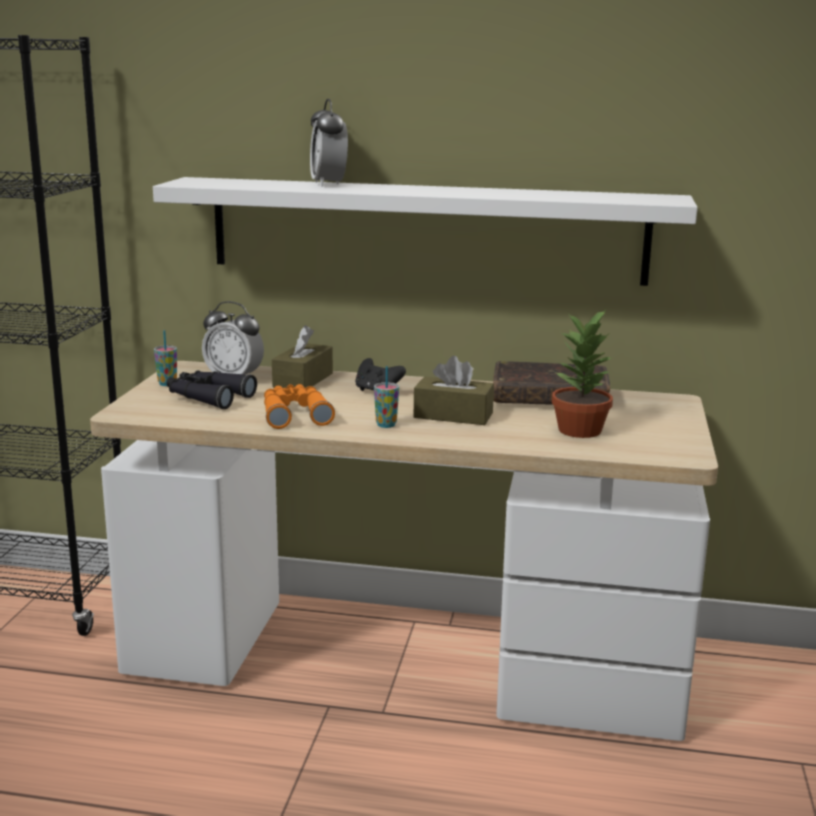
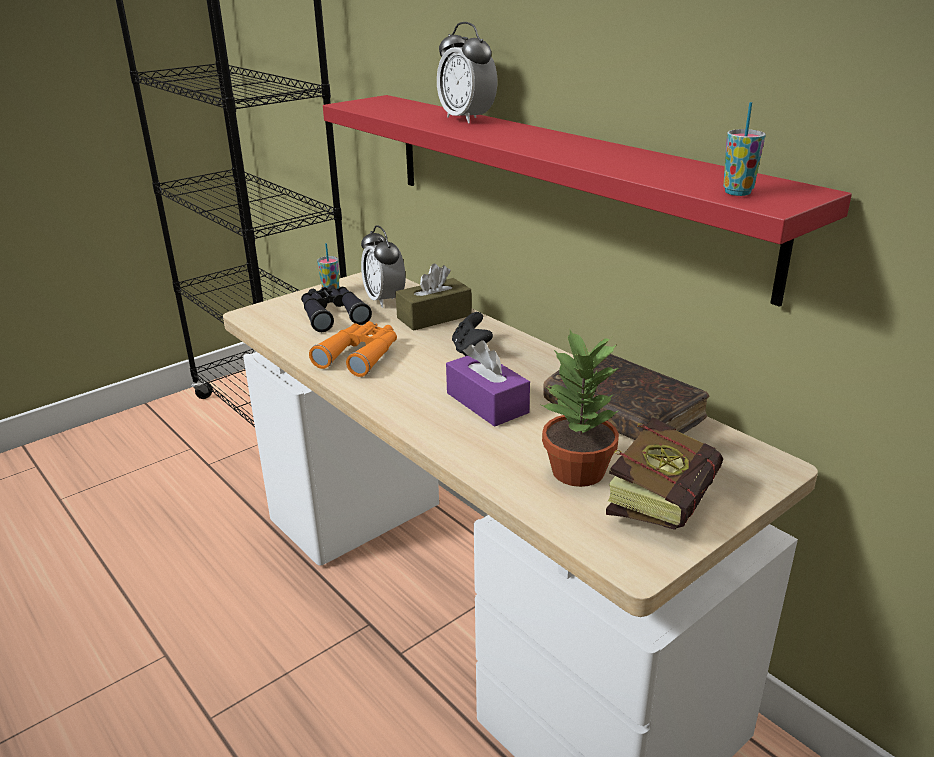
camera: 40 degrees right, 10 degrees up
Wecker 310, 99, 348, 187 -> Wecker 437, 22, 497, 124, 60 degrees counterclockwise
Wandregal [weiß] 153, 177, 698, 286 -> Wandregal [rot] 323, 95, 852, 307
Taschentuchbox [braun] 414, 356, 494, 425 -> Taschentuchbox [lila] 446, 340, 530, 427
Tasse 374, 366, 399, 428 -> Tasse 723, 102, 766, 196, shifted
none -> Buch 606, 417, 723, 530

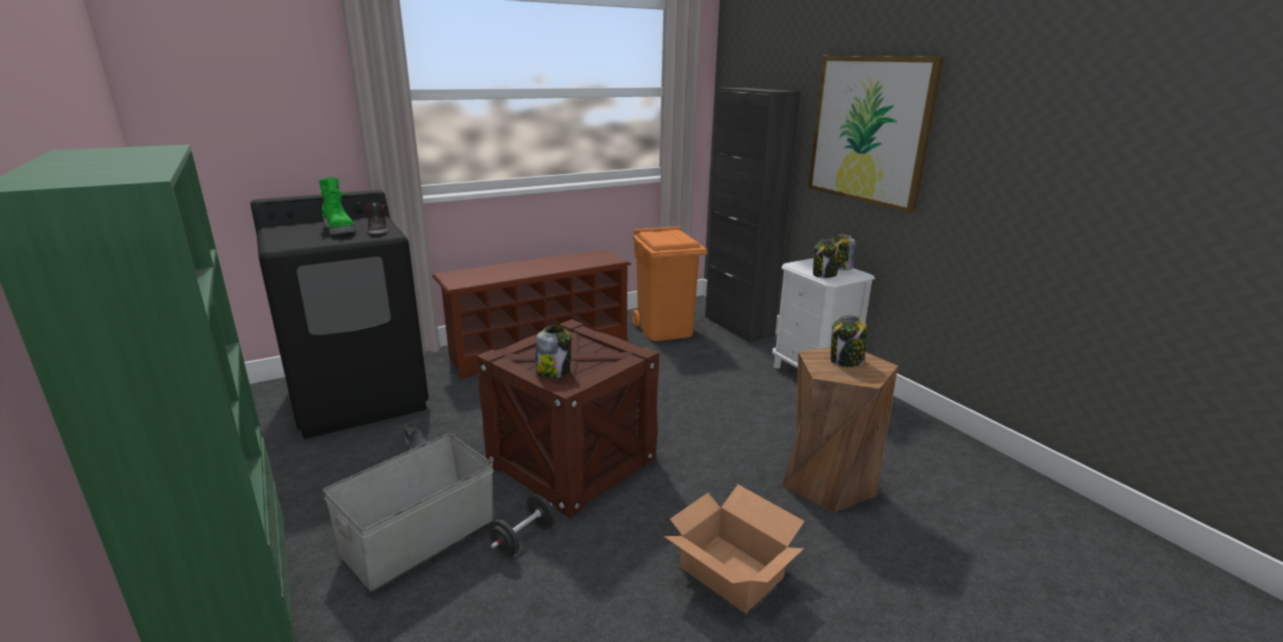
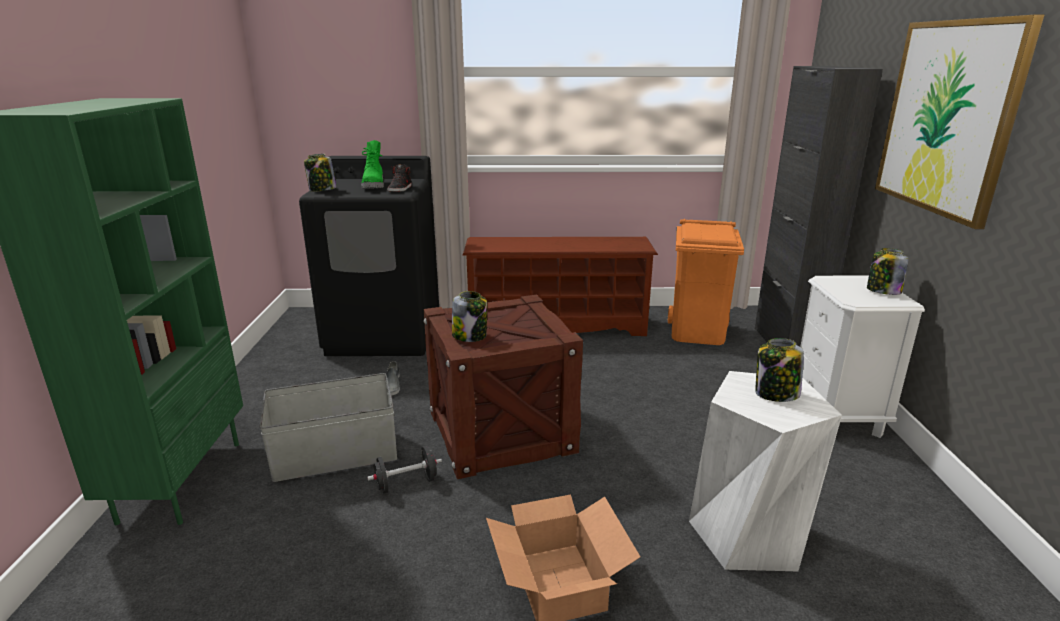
camera: 30 degrees right, 0 degrees up
Vorratsglas 813, 239, 839, 278 -> Vorratsglas 304, 154, 337, 192, shifted
Hocker [braun] 782, 347, 898, 513 -> Hocker [weiß] 689, 371, 842, 571

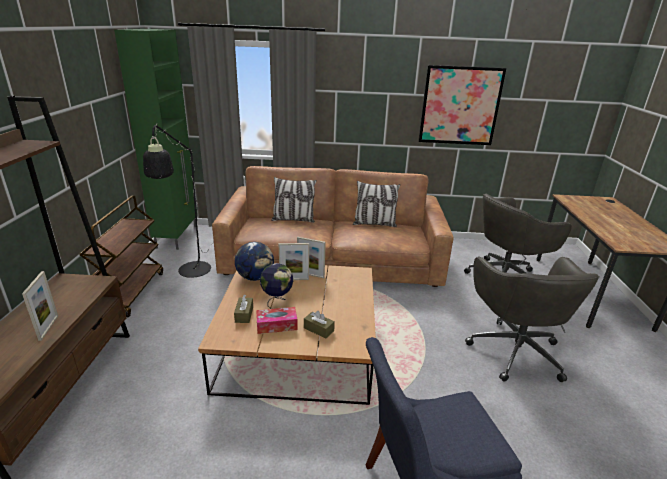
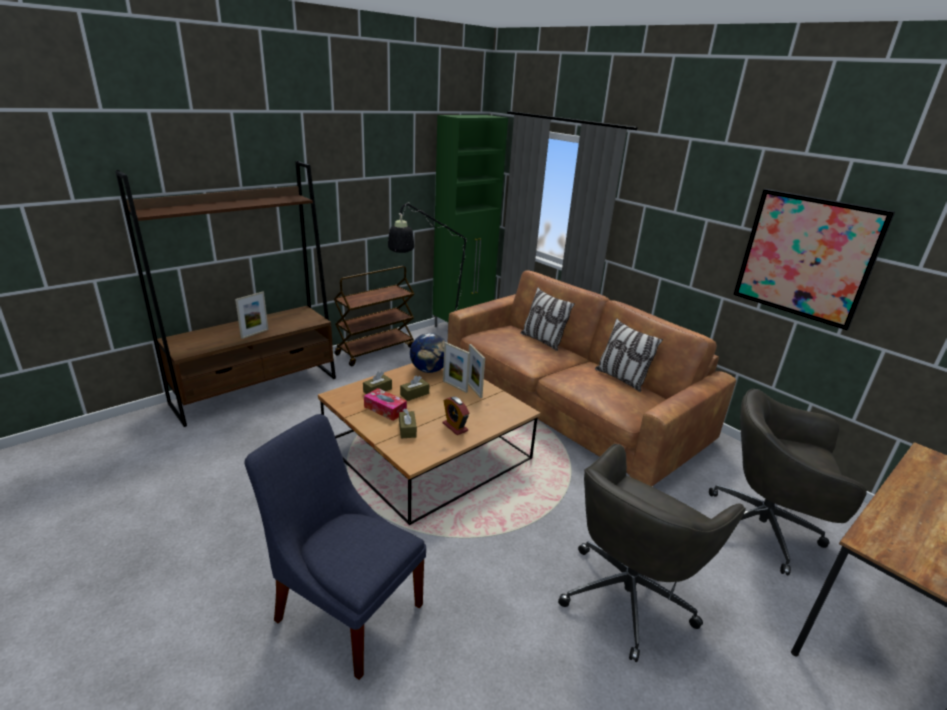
camera: 45 degrees right, 0 degrees up
Globus 260, 263, 293, 309 -> Taschentuchbox [braun] 400, 376, 429, 401
none -> Wecker 442, 397, 469, 435

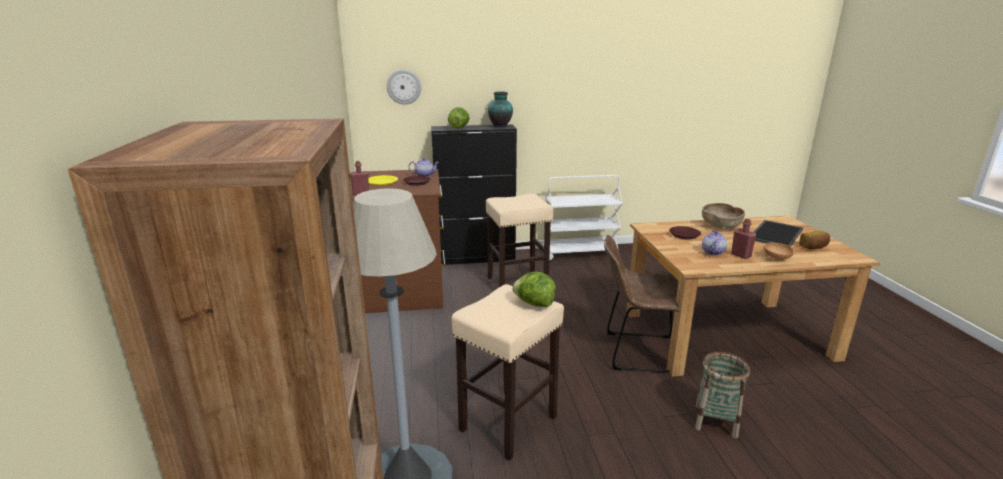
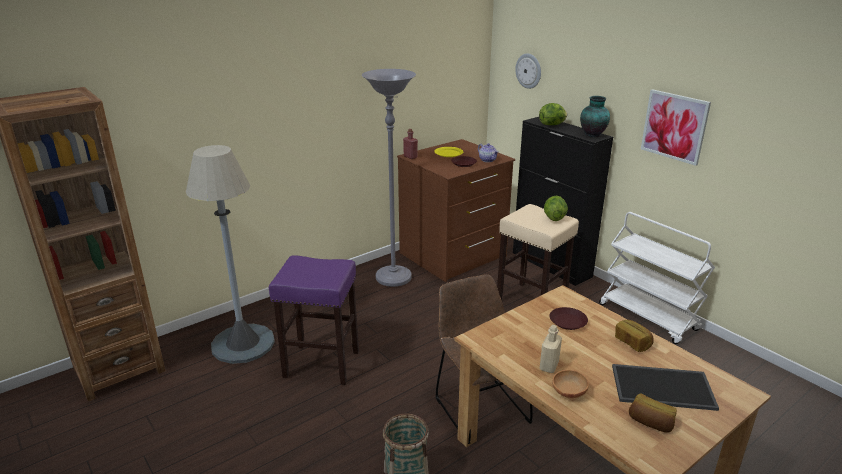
camera: 60 degrees right, 5 degrees up
Schüssel [braun] 702, 203, 745, 229 -> Brot 615, 320, 654, 352
Flasche [rot] 731, 219, 756, 259 -> Flasche [beige] 540, 325, 562, 373
Teekanne 702, 230, 727, 255 -> none
Salatkopf 512, 272, 556, 307 -> Salatkopf 544, 196, 568, 221, shifted
Hocker [beige] 451, 284, 564, 461 -> Hocker [lila] 269, 255, 359, 385
none -> Stehlampe [grau] 362, 69, 416, 287
none -> Bild 641, 89, 711, 166

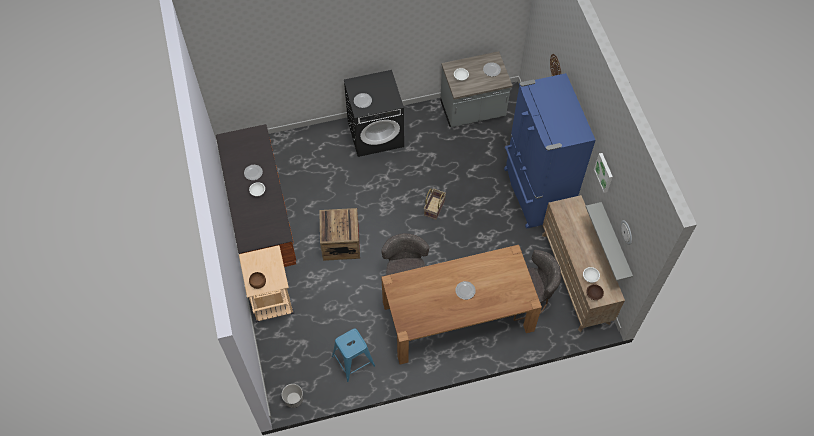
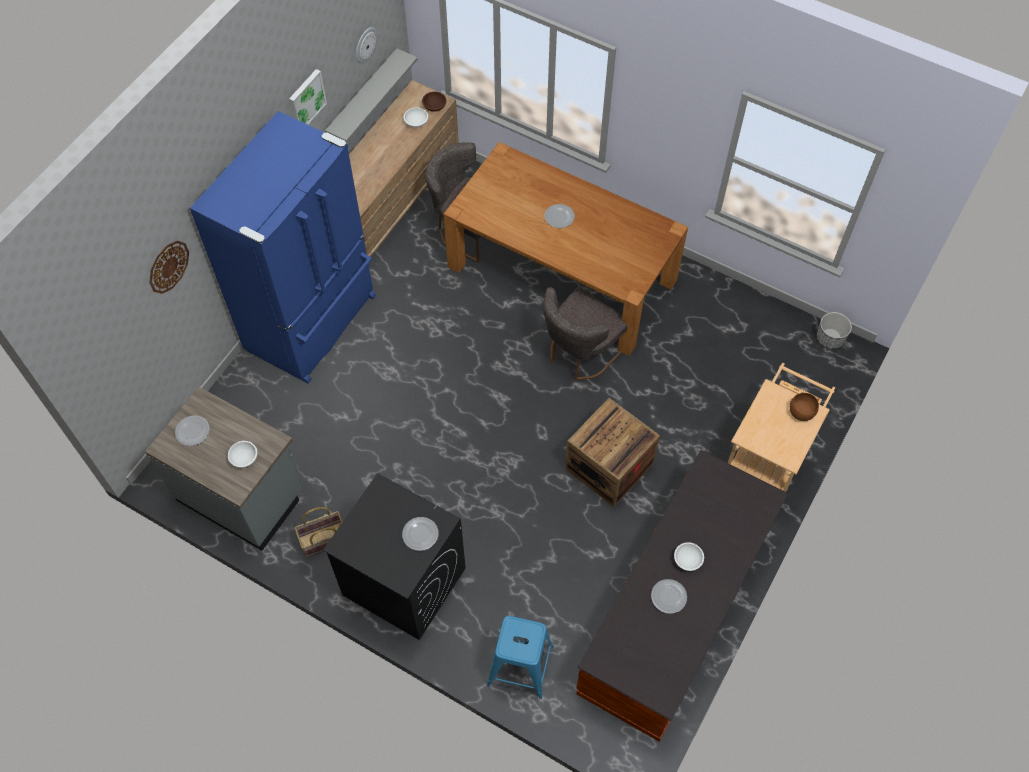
camera: 135 degrees left, 0 degrees up
Korb 424, 189, 446, 220 -> Korb 295, 507, 343, 558, shifted
Hocker [blau] 332, 328, 375, 382 -> Hocker [blau] 487, 616, 554, 699, shifted

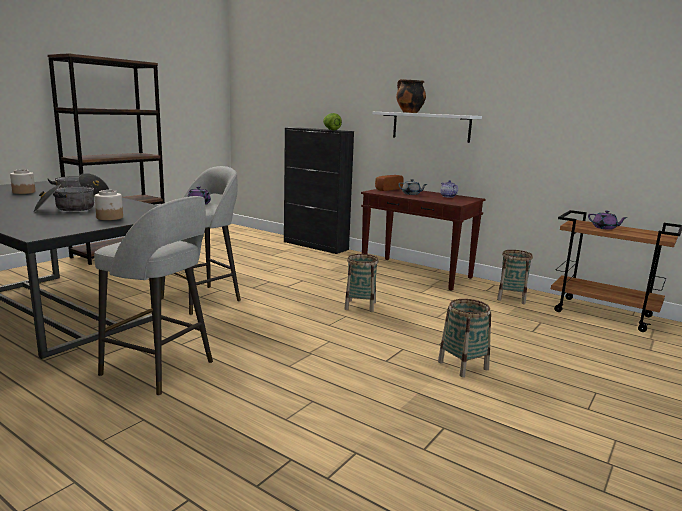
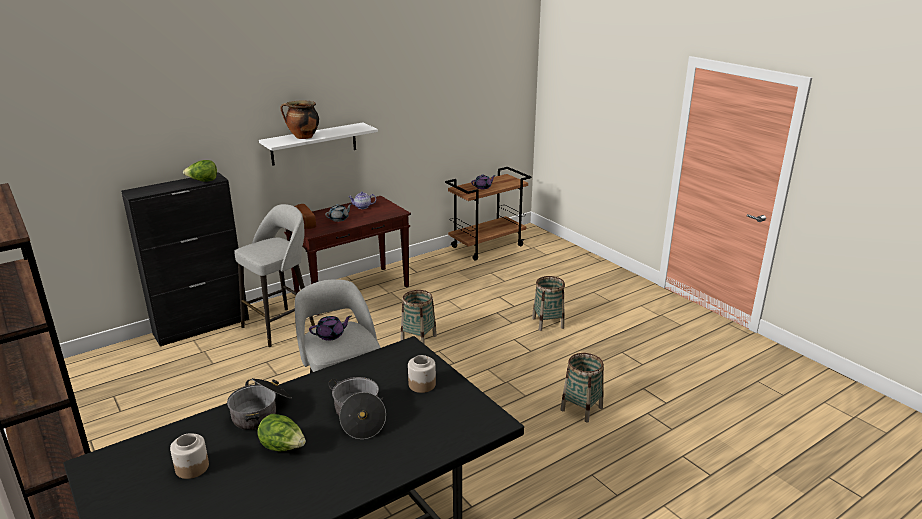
camera: 70 degrees left, 10 degrees up
Hocker [grau] 94, 196, 213, 396 -> Hocker [grau] 234, 204, 315, 347, shifted
Korb 497, 250, 533, 304 -> Korb 561, 353, 604, 423, shifted
none -> Salatkopf 257, 414, 306, 451

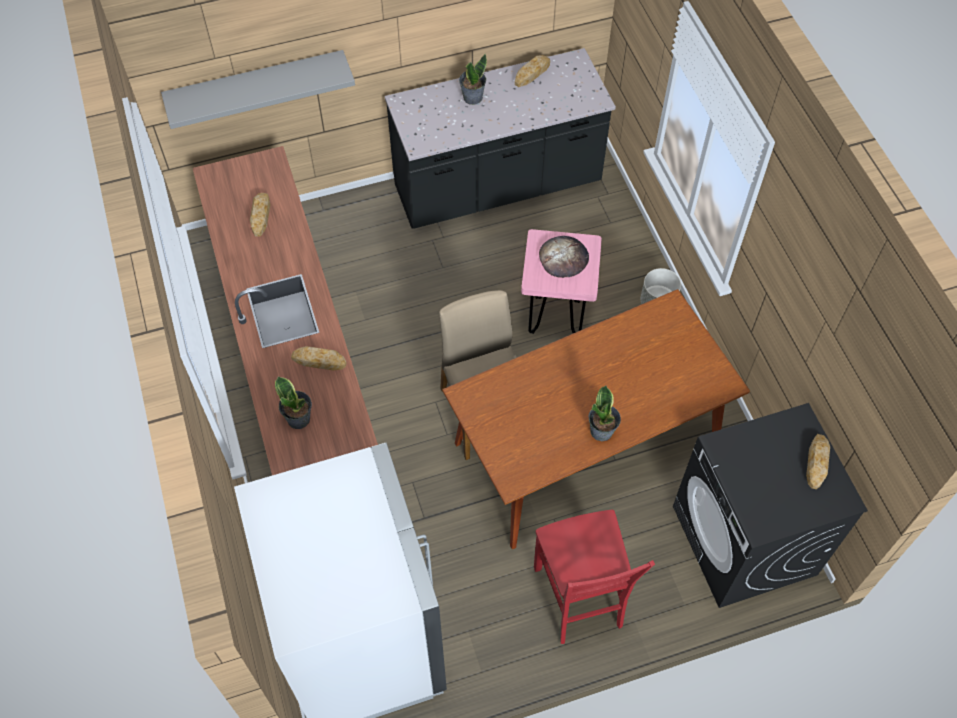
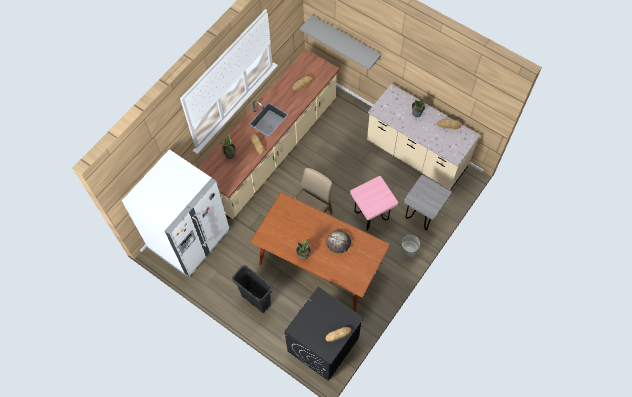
camera: 55 degrees right, 5 degrees up
Küchenzeile [schwarz] 385, 48, 616, 229 -> Küchenzeile [beige] 367, 84, 480, 190
Brot 539, 236, 589, 278 -> Brot 326, 230, 351, 253, shifted
Stuhl [rot] 534, 510, 655, 644 -> Mülleimer [schwarz] 232, 265, 272, 313
none -> Hocker [grau] 403, 175, 452, 230

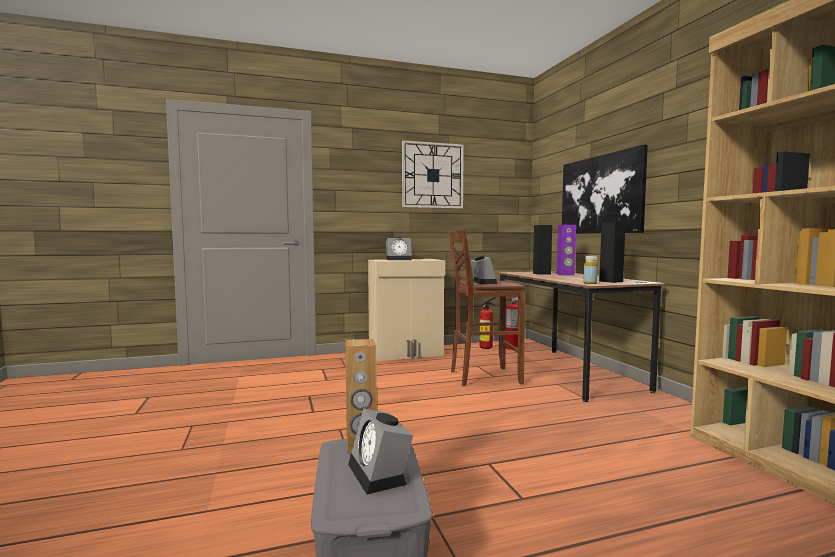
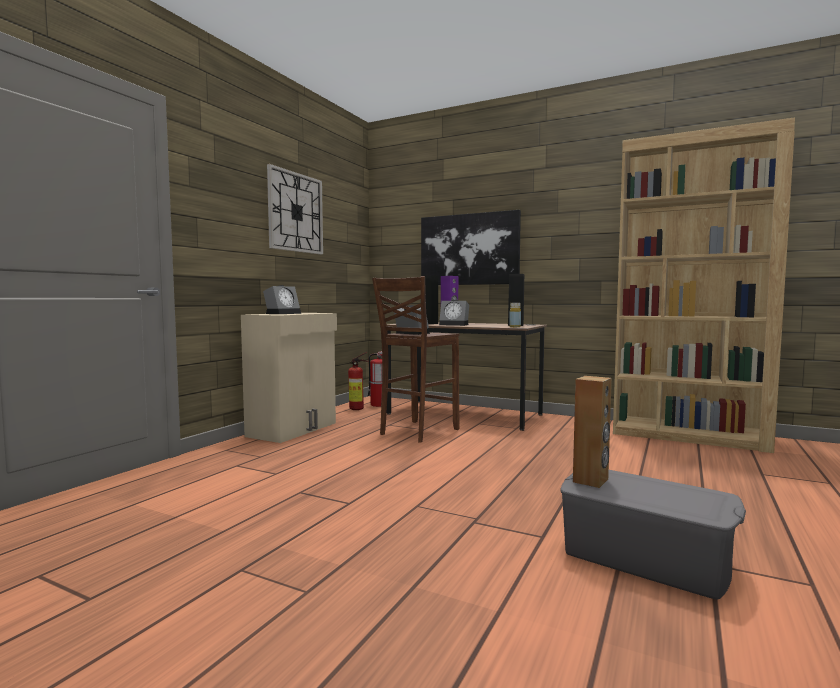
camera: 45 degrees left, 0 degrees up
Wecker 348, 408, 413, 494 -> Wecker 439, 300, 469, 326, shifted

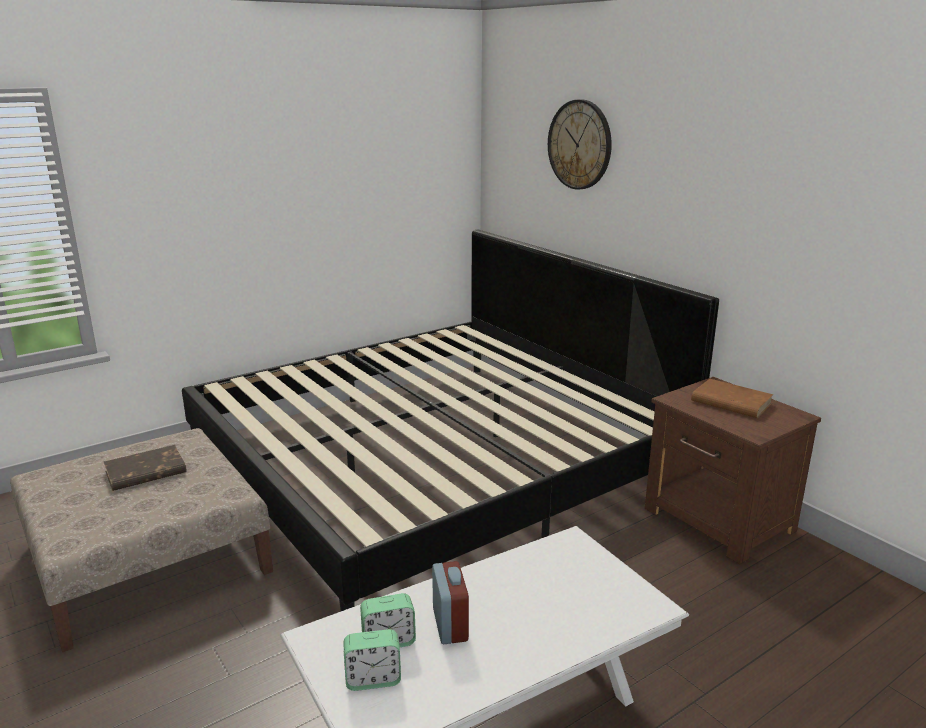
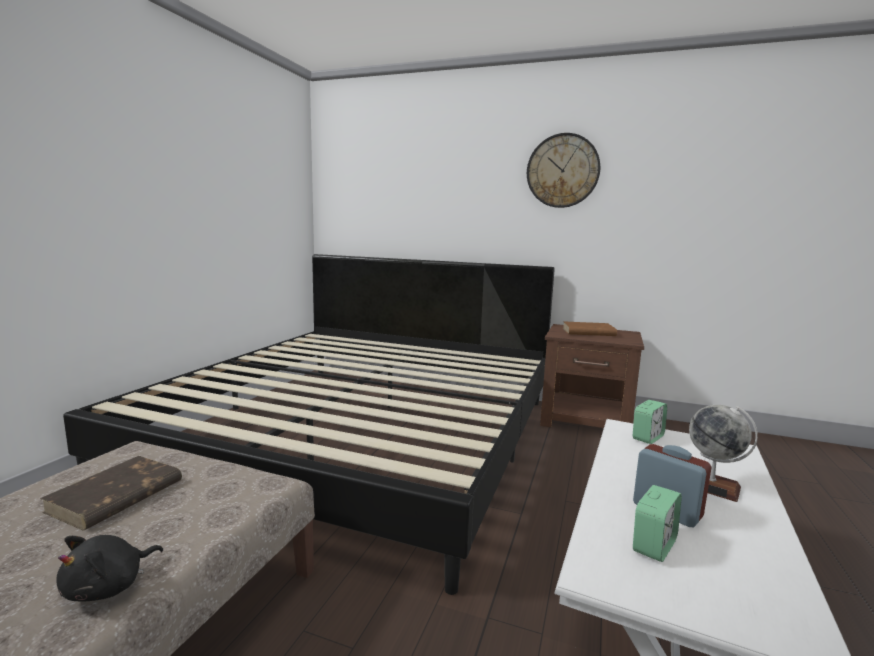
camera: 35 degrees left, 10 degrees down
Wanduhr 548, 99, 612, 190 -> Wanduhr 527, 133, 600, 208, shifted
Wecker 344, 629, 401, 691 -> Wecker 633, 400, 667, 444, shifted
none -> Globus 689, 405, 758, 502
none -> Plüschtier [schwarz] 56, 535, 163, 601

